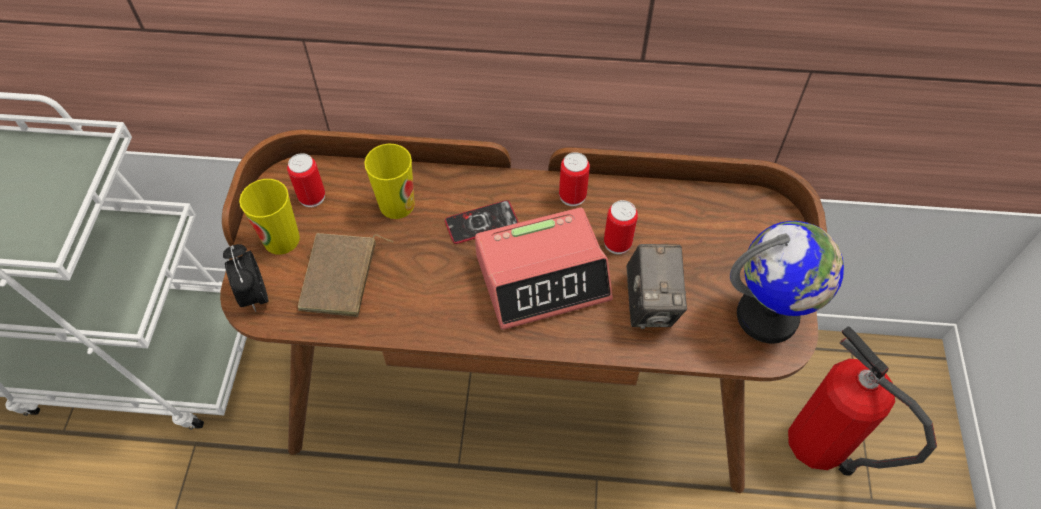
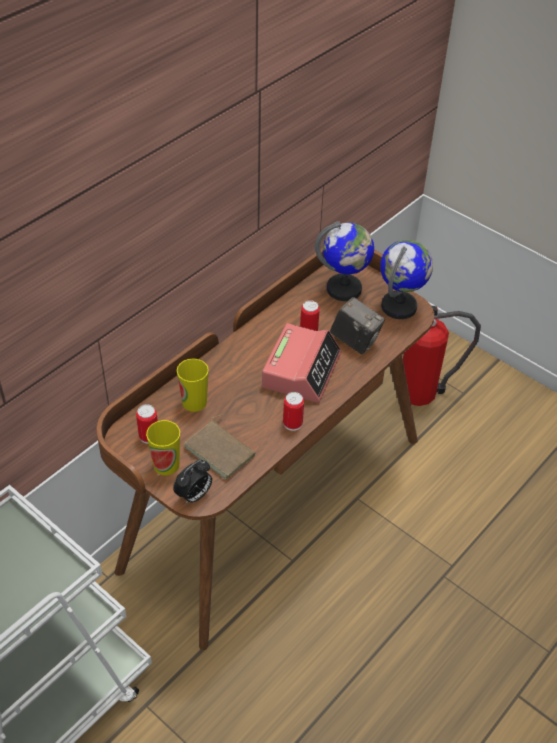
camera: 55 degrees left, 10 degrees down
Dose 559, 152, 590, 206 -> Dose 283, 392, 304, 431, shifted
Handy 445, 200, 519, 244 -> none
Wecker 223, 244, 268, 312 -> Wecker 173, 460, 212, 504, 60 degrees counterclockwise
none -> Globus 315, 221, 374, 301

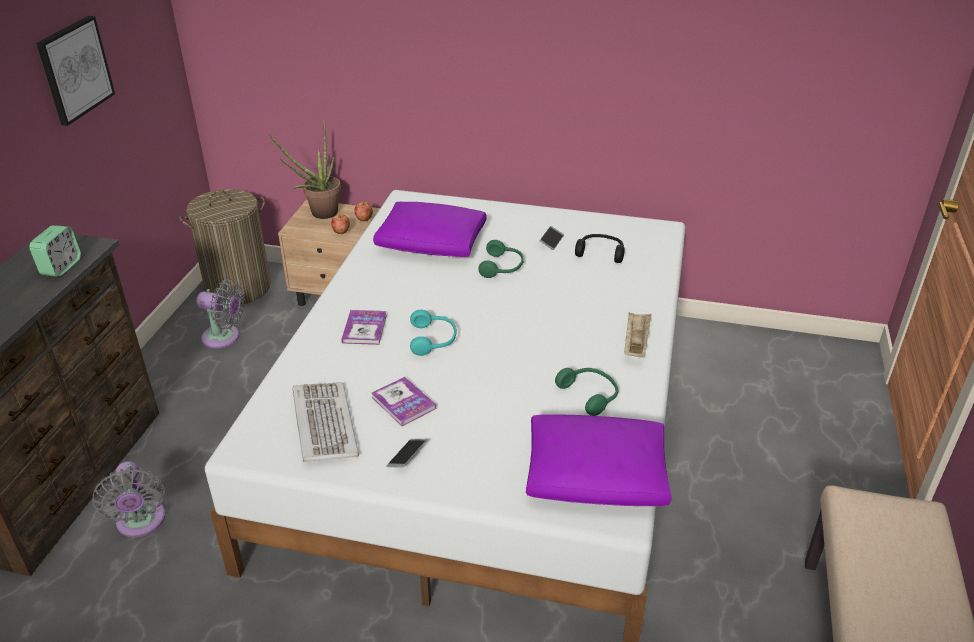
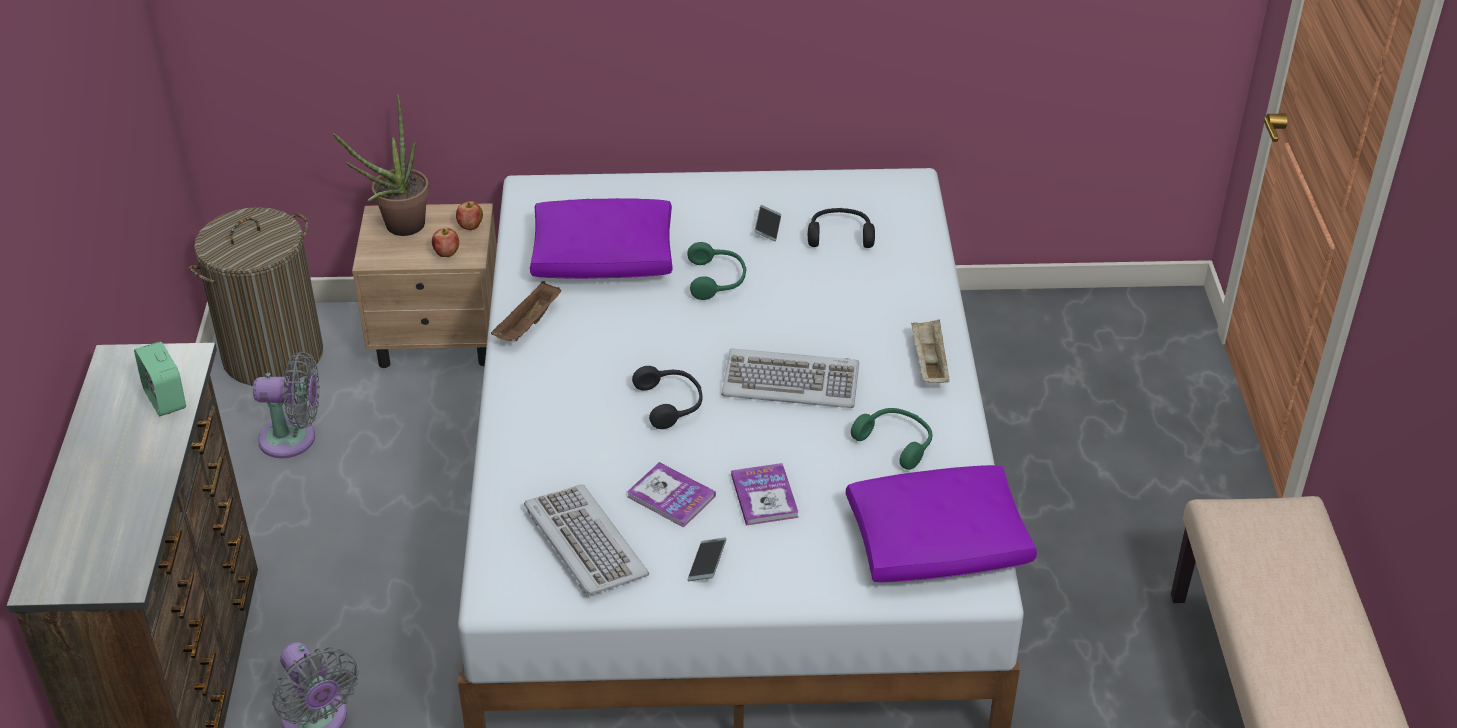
camera: 15 degrees left, 5 degrees up
Bild 36, 16, 115, 126 -> none
Wecker 29, 225, 81, 277 -> Wecker 134, 341, 186, 416, 150 degrees clockwise
Buch 341, 310, 387, 345 -> Buch 731, 463, 799, 526, shifted
Kopfhörer [türkis] 410, 310, 457, 356 -> Kopfhörer [schwarz] 632, 366, 702, 429
none -> Tablett [braun] 491, 281, 561, 341
none -> Tastatur 721, 348, 859, 408

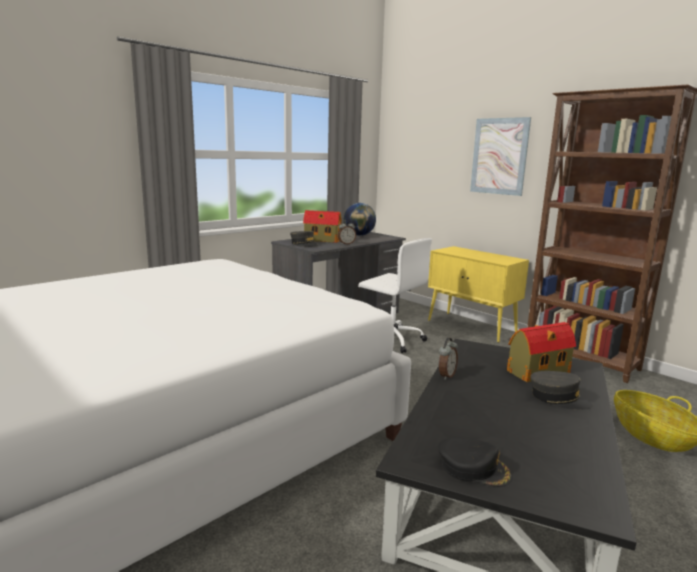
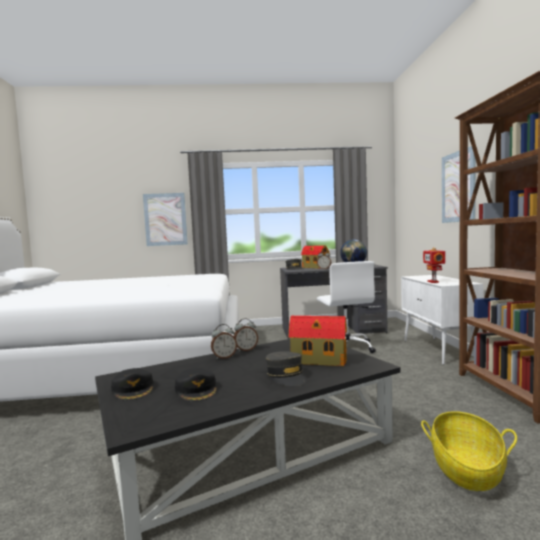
camera: 40 degrees right, 10 degrees down
Schrank [gelb] 428, 246, 529, 343 -> Schrank [weiß] 401, 275, 483, 365
none -> Bild 143, 193, 188, 246
none -> Spielzeugroboter 423, 247, 445, 283
none -> Wecker 211, 324, 237, 359
none -> Kappe [schwarz] 175, 368, 217, 402

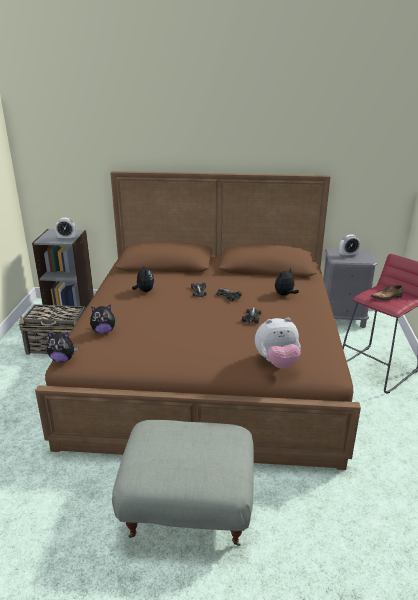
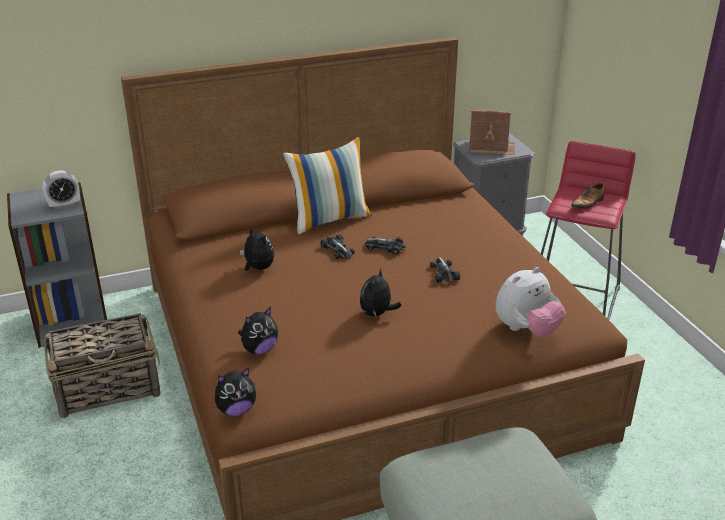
camera: 25 degrees left, 5 degrees up
Wecker 339, 234, 360, 257 -> Spielzeughaus 469, 110, 515, 155
Plüschtier 275, 268, 299, 296 -> Plüschtier 360, 268, 402, 318, shifted
none -> Kissen 283, 137, 372, 234

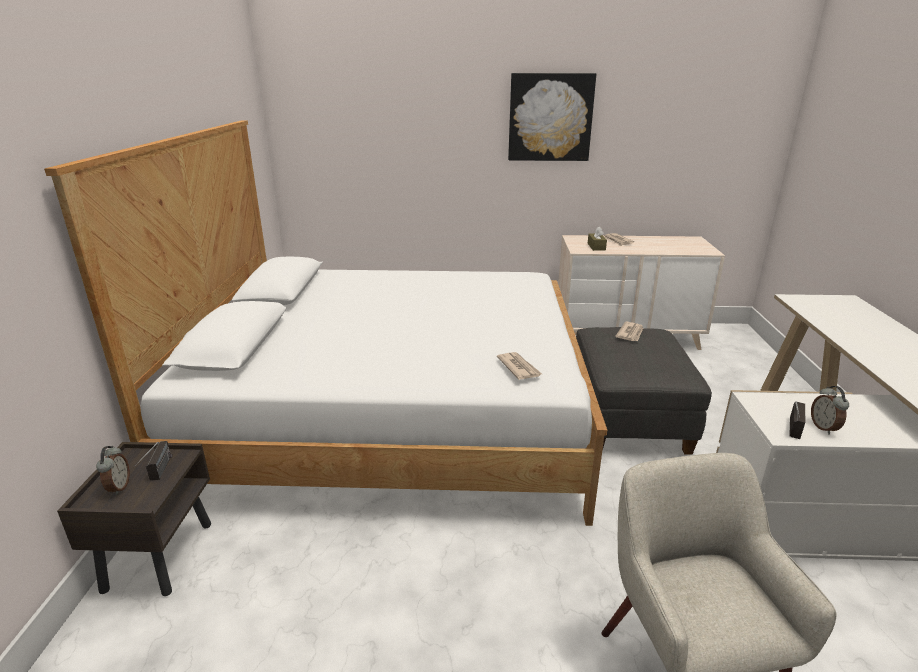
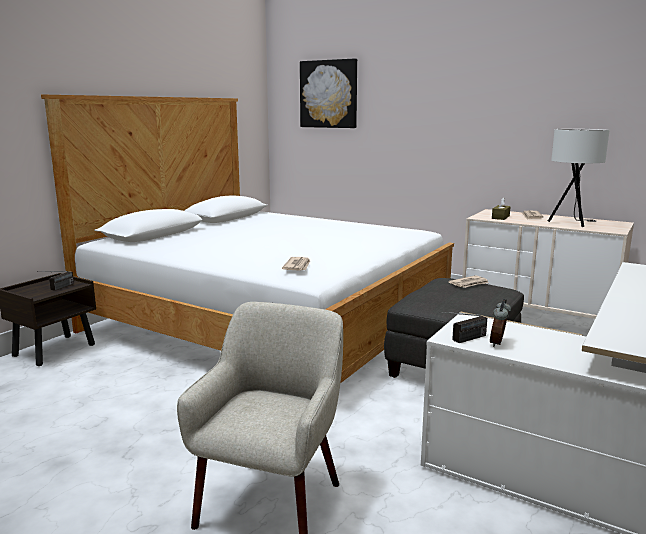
camera: 30 degrees right, 10 degrees down
Bild 508, 73, 596, 161 -> Bild 300, 58, 357, 128, shifted
Wecker 96, 446, 130, 495 -> none
none -> Tischlampe [weiß] 548, 129, 610, 227

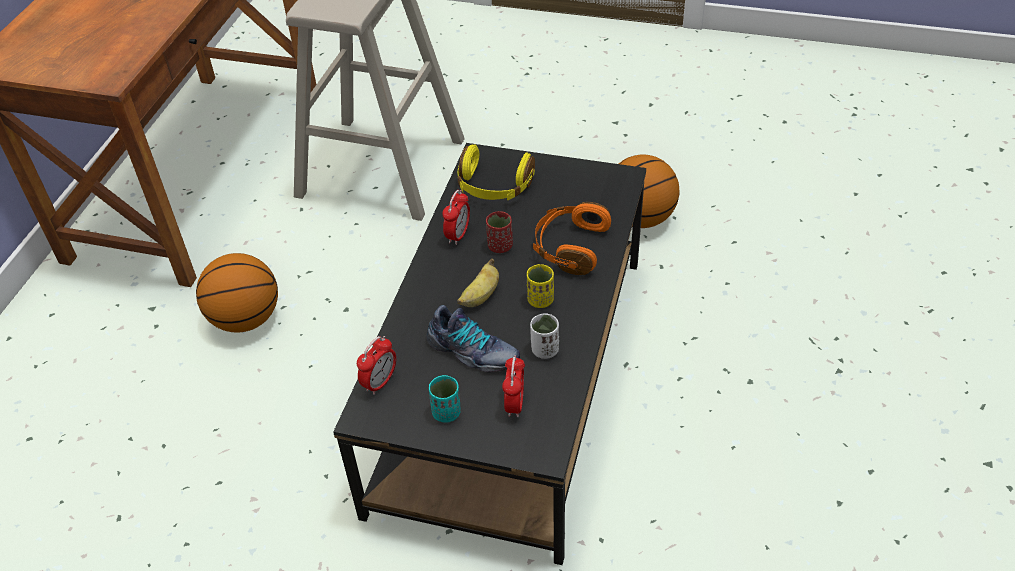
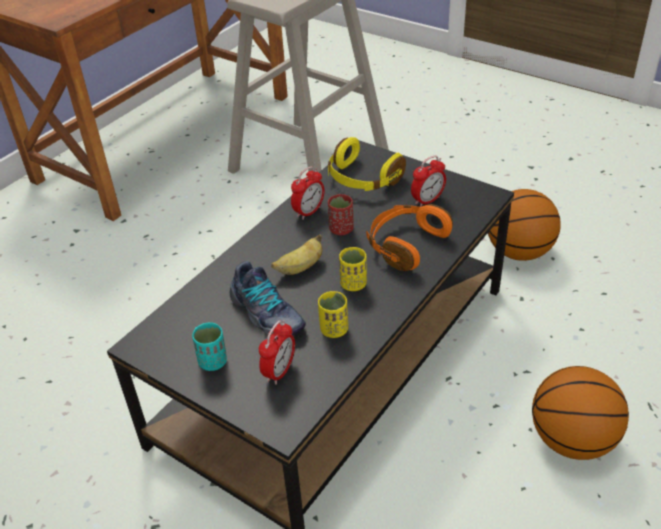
camera: 20 degrees right, 5 degrees down
Basketball 196, 253, 278, 332 -> Basketball 532, 366, 629, 460, shifted
Tasse [weiß] 530, 313, 559, 359 -> Tasse [gelb] 318, 291, 348, 338
Wecker 357, 336, 396, 395 -> Wecker 411, 156, 446, 207, shifted

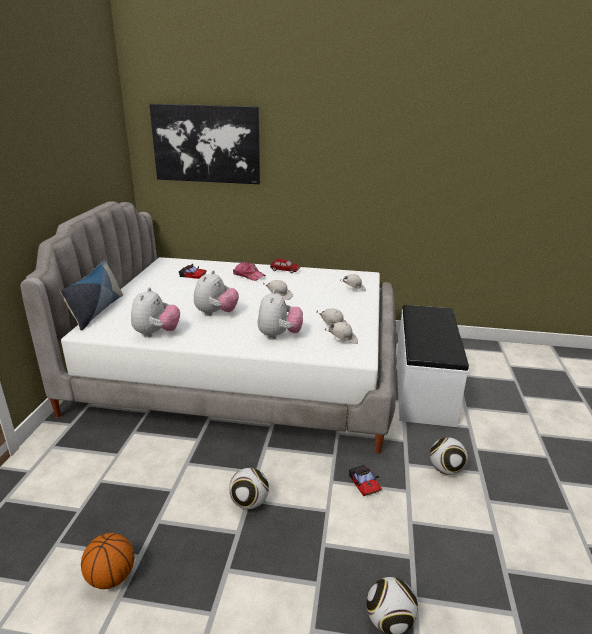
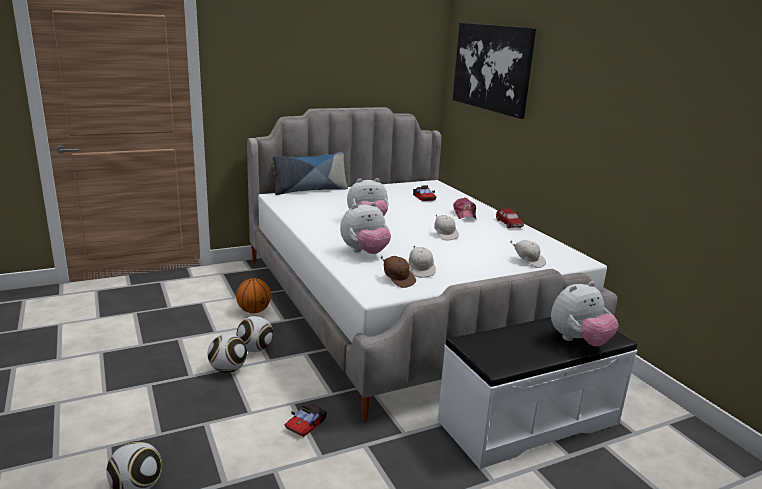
camera: 55 degrees right, 5 degrees down
Plüschtier 131, 287, 180, 337 -> Plüschtier 551, 281, 619, 346, shifted
Kappe [weiß] 325, 322, 358, 344 -> Kappe [braun] 380, 256, 416, 288
Fußball 430, 437, 468, 475 -> Fußball 236, 316, 273, 352, shifted
Basketball 81, 533, 135, 589 -> Basketball 236, 278, 271, 313, shifted

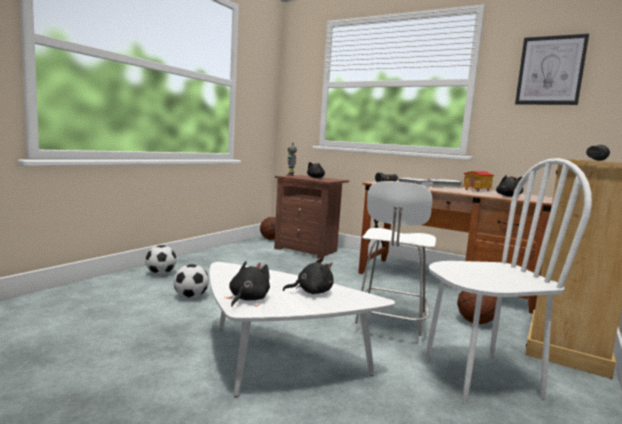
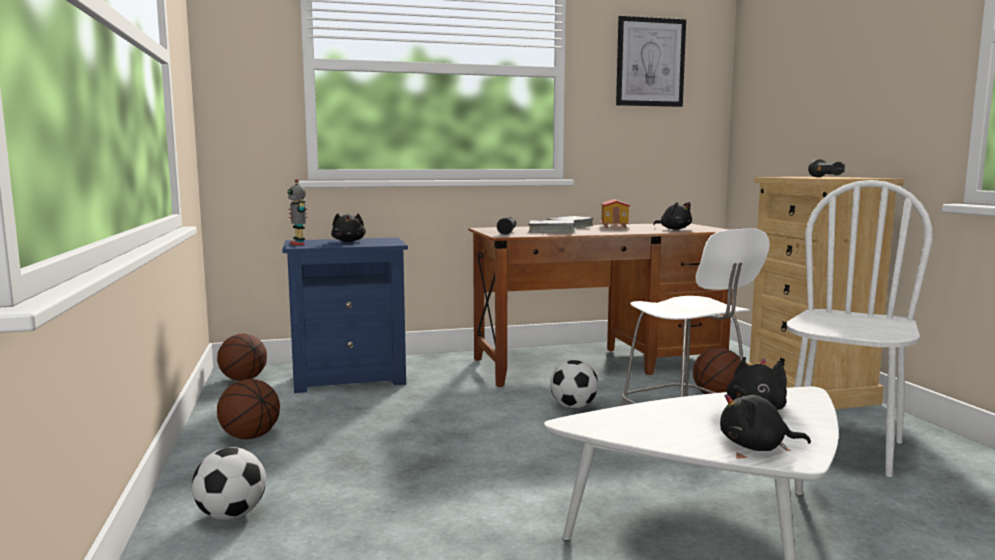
camera: 45 degrees left, 0 degrees up
Nachttisch [braun] 274, 175, 349, 259 -> Nachttisch [blau] 282, 238, 408, 393
Plüschtier [schwarz] 229, 261, 270, 307 -> Plüschtier [schwarz] 720, 386, 811, 451, 60 degrees counterclockwise
Fußball 174, 264, 209, 298 -> Fußball 550, 360, 598, 408, shifted
none -> Basketball 217, 379, 280, 440

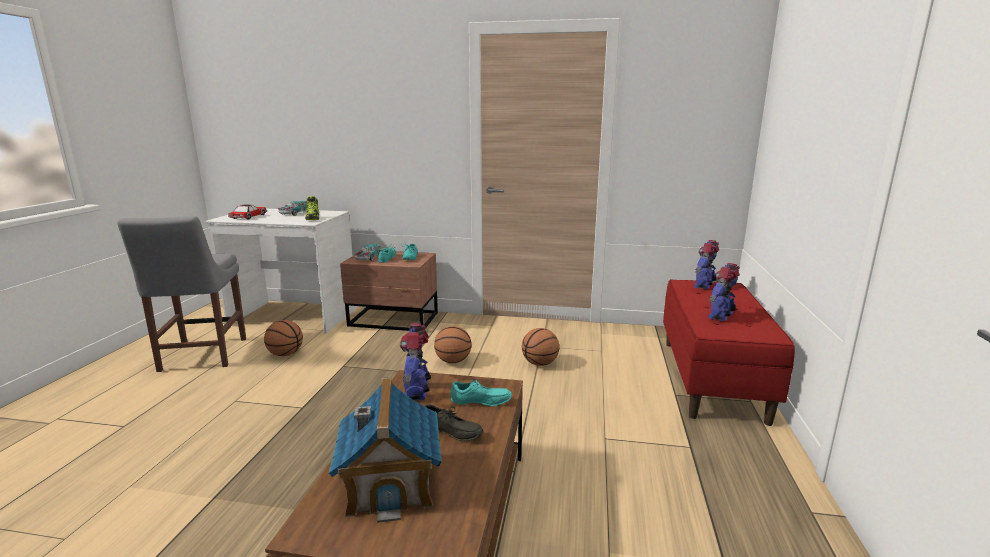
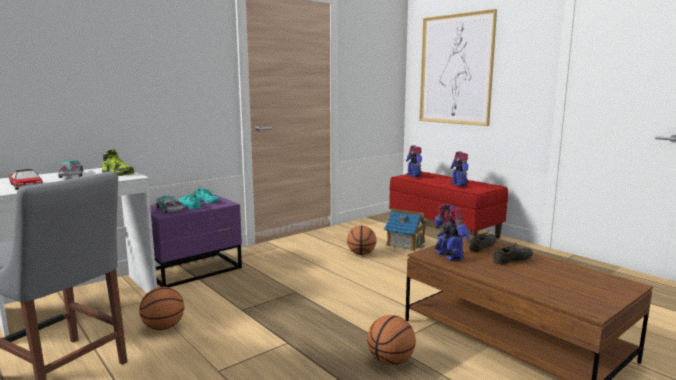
camera: 50 degrees left, 5 degrees down
Nachttisch [braun] 340, 251, 438, 331 -> Nachttisch [lila] 150, 195, 242, 287
Spielzeugroboter 400, 323, 431, 401 -> Spielzeugroboter 435, 204, 471, 261, 150 degrees counterclockwise
Basketball 434, 326, 471, 363 -> Basketball 367, 315, 416, 365, shifted
Spielzeughaus 329, 377, 442, 523 -> Spielzeughaus 384, 208, 428, 251, shifted
Schuh [türkis] 451, 379, 512, 406 -> Schuh [grau] 469, 230, 496, 252
none -> Bild 419, 9, 497, 126

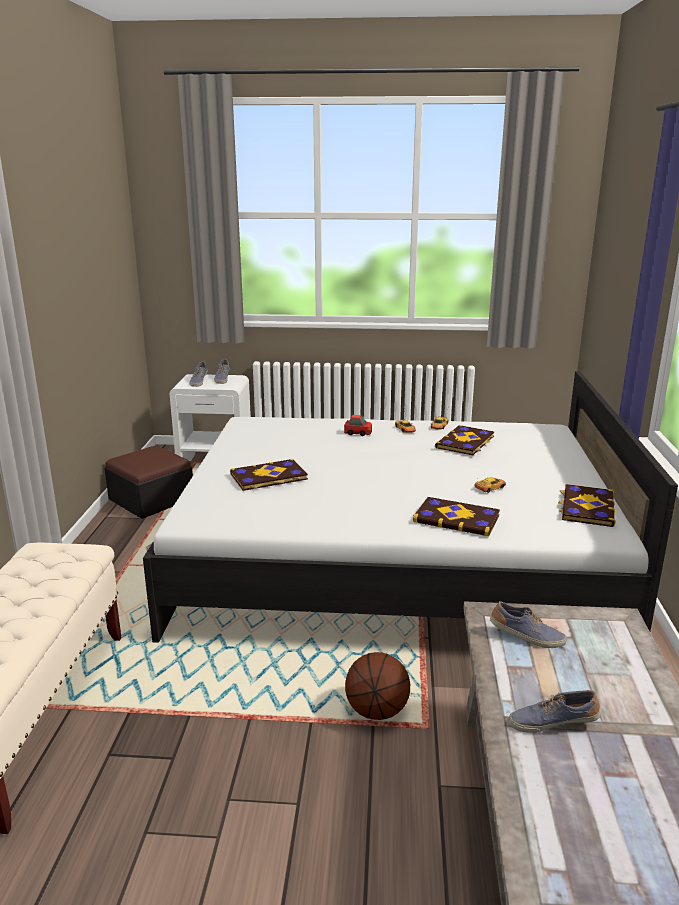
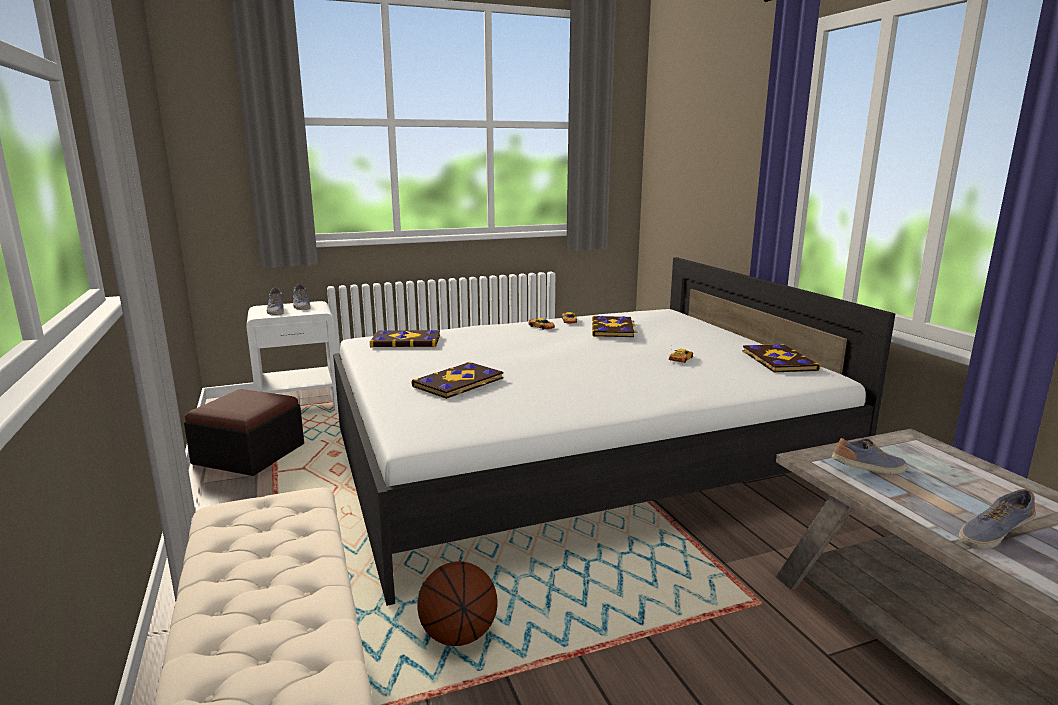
camera: 25 degrees left, 5 degrees down
Spielzeugauto 344, 415, 372, 436 -> none
Buch 413, 497, 500, 537 -> Buch 370, 330, 440, 347, shifted
Basketball 345, 652, 410, 720 -> Basketball 417, 561, 498, 646, shifted

